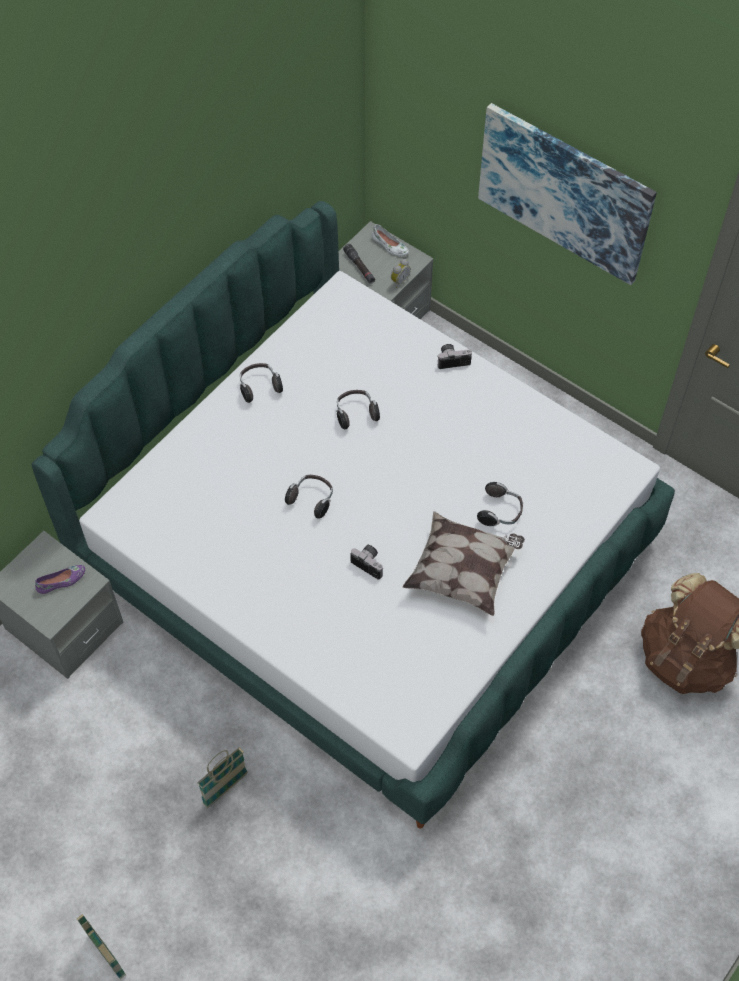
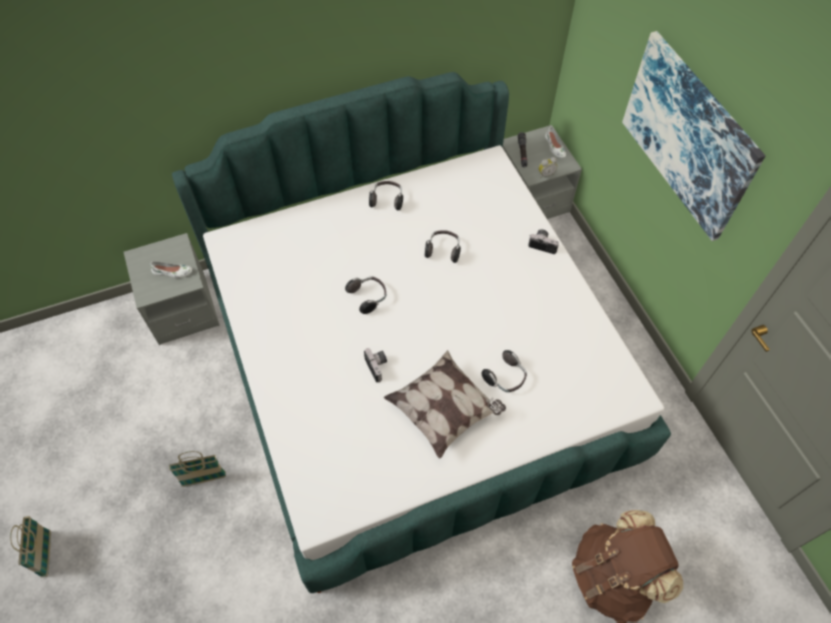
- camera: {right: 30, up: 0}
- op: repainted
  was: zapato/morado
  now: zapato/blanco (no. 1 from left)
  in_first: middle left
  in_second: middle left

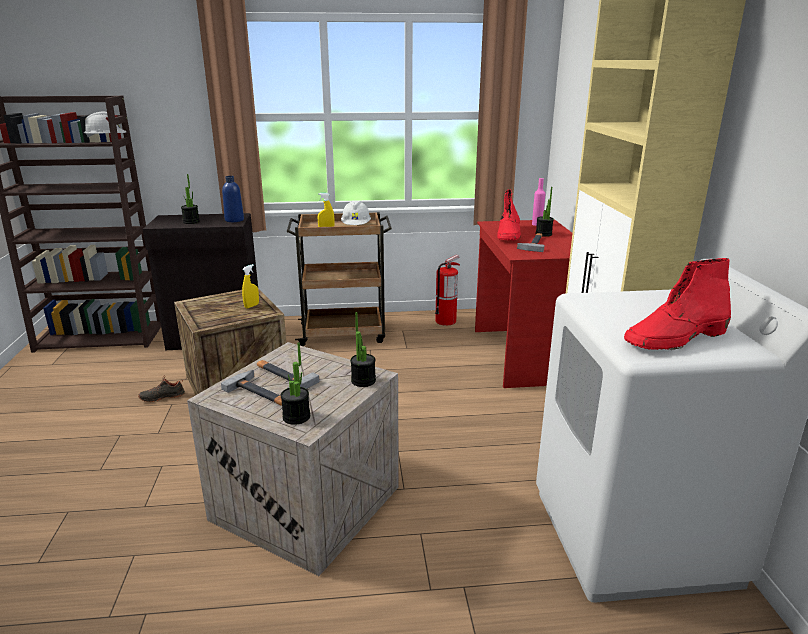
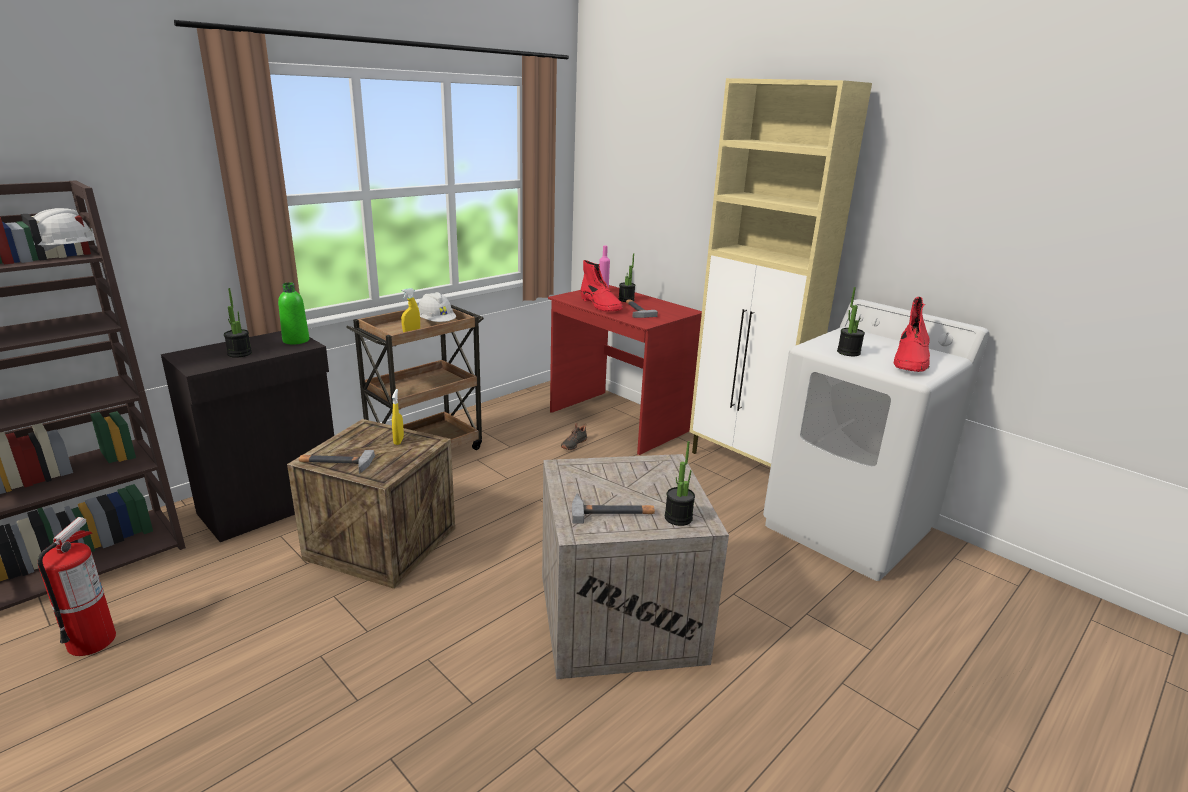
- camera: {right: -40, up: 0}
- op: shifted
  was: zapato/negro
  in_first: middle left
  in_second: centre
- op: shifted
  was: martillo (no. 2 from left in the first image)
  now: martillo (no. 1 from left)
  in_first: centre
  in_second: middle left
- op: shifted
  was: planta en maceta (no. 3 from left in the first image)
  now: planta en maceta (no. 4 from left)
  in_first: centre
  in_second: middle right
- op: shifted
  was: extintor
  in_first: centre
  in_second: bottom left
- op: repainted
  was: botella/azul
  now: botella/verde
  in_first: top left
  in_second: middle left

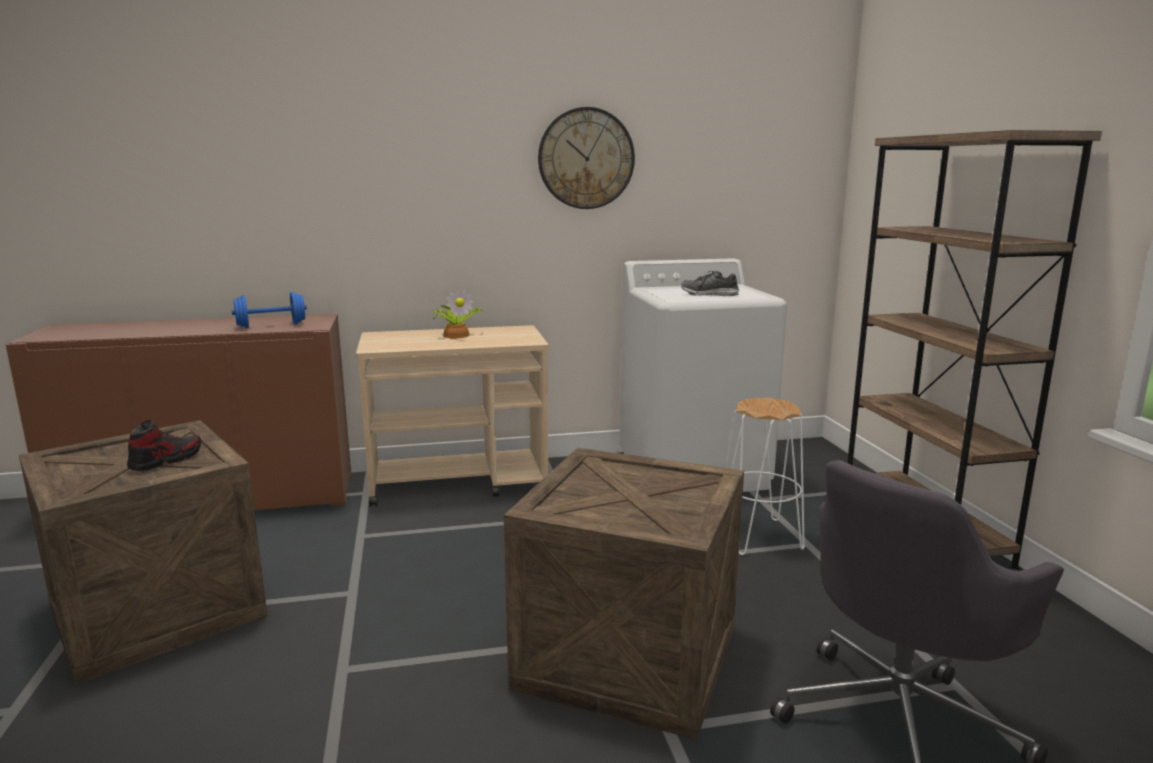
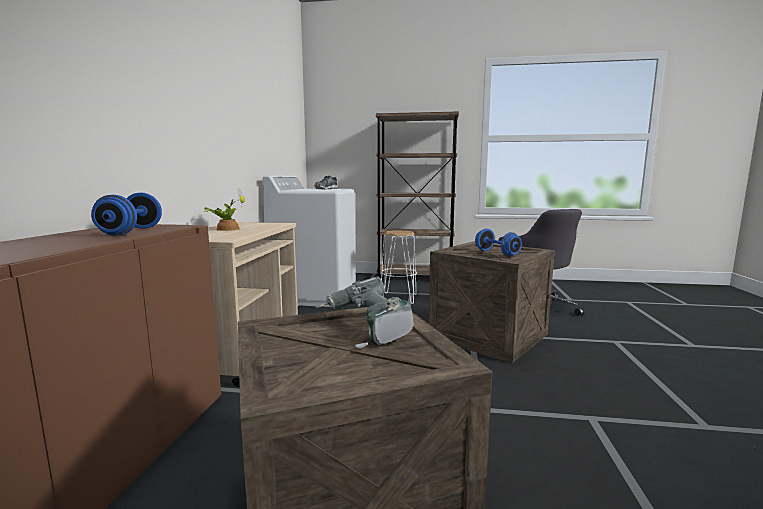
- camera: {right: -70, up: -5}
- op: gone
  was: reloj de pared
  in_first: top centre
- op: new
  now: mancuerna/azul (no. 2 from left)
  in_second: centre
- op: swapped
  was: zapato (no. 1 from left)
  now: taladro
  in_first: middle left
  in_second: centre

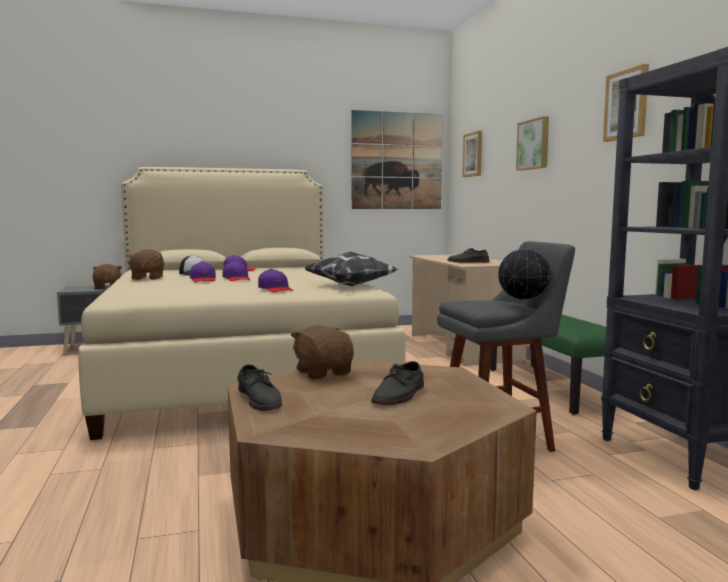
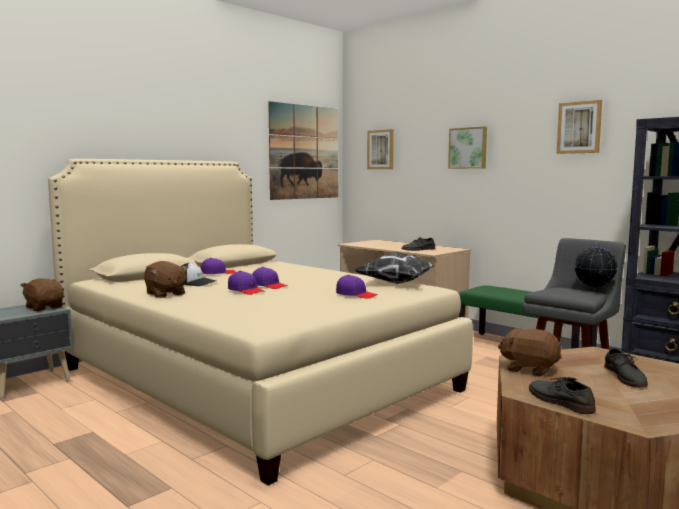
- camera: {right: -30, up: 0}
- op: rotated
  was: zapato/gris (no. 1 from left in the first image)
  in_first: centre
  in_second: bottom right
  clockwise: -150

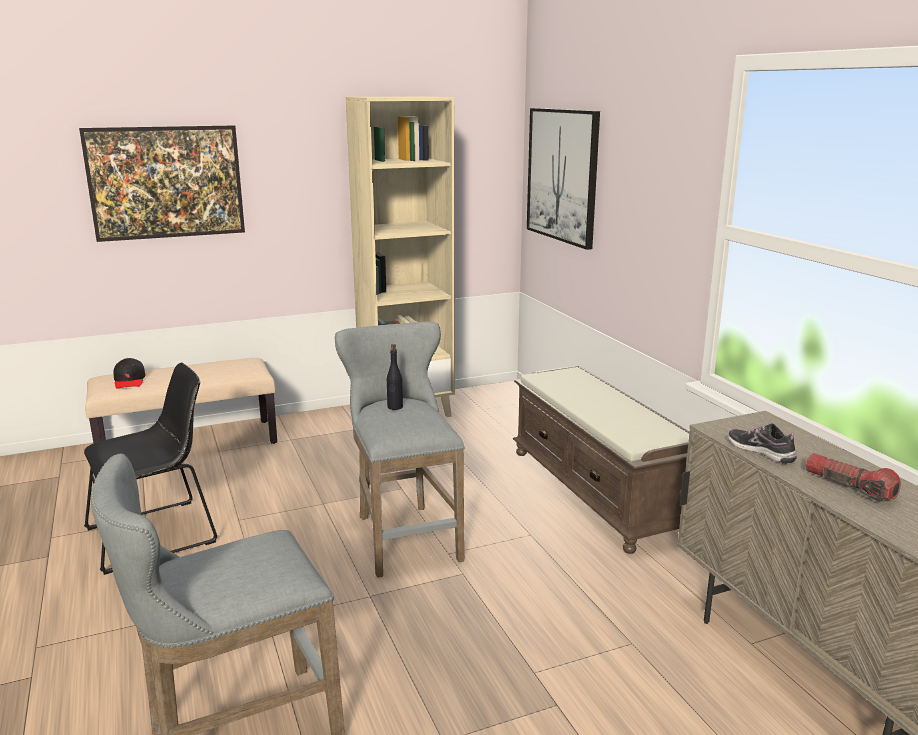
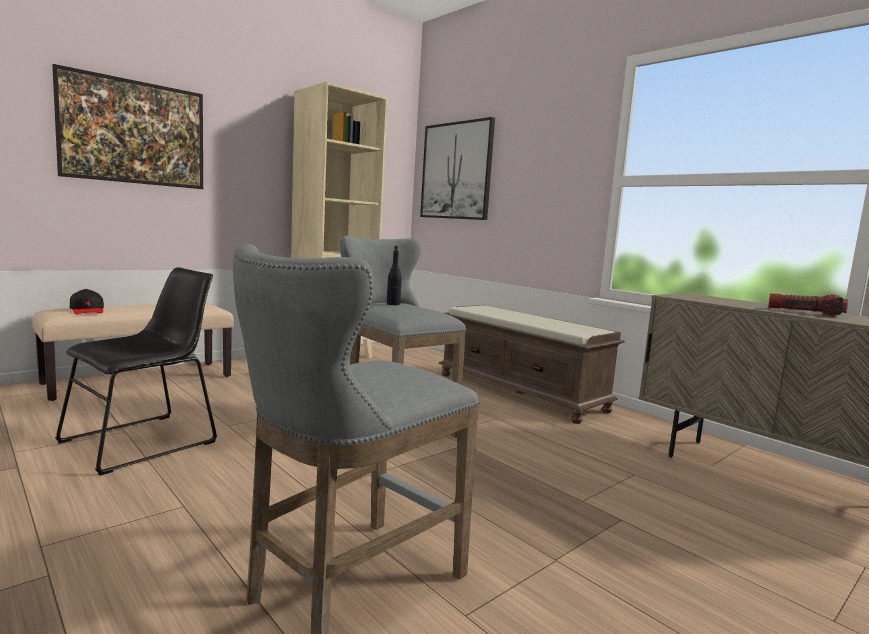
- camera: {right: -20, up: -10}
- op: gone
  was: zapato
  in_first: middle right

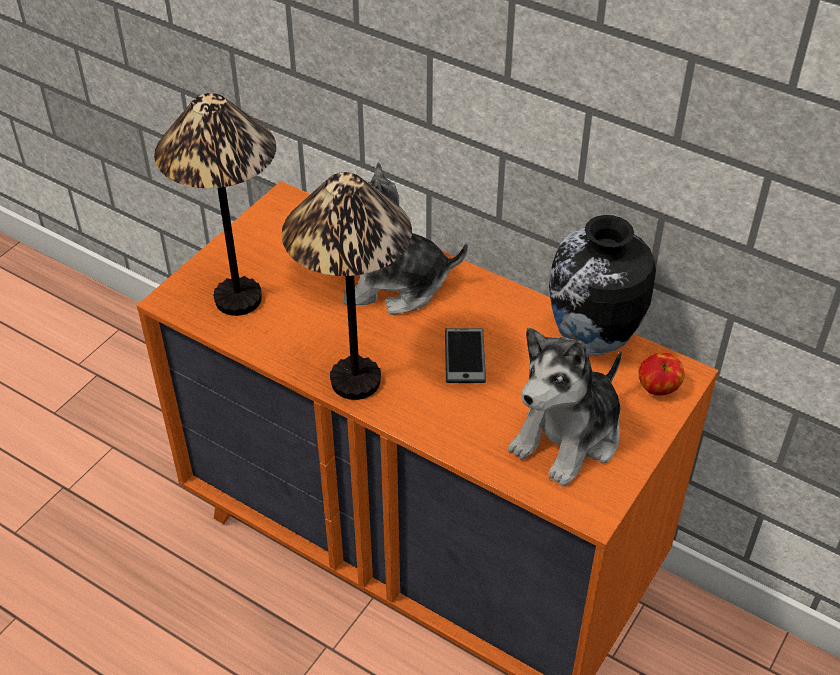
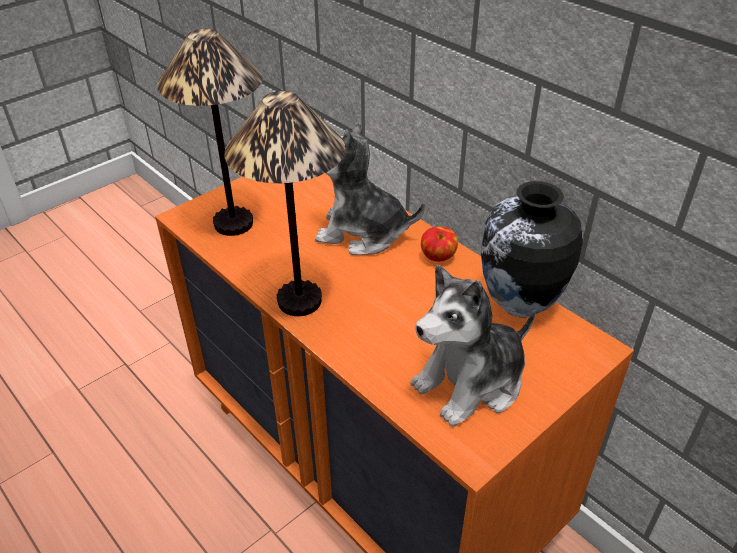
- camera: {right: 15, up: -5}
- op: gone
  was: móvil
  in_first: centre
- op: shifted
  was: manzana
  in_first: middle right
  in_second: centre

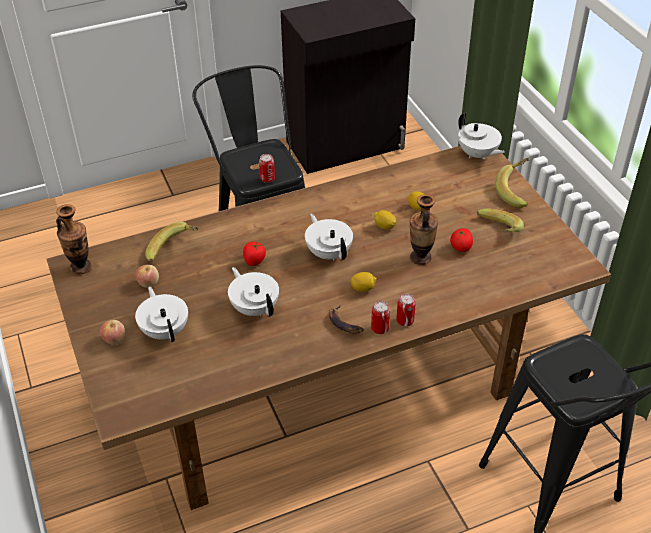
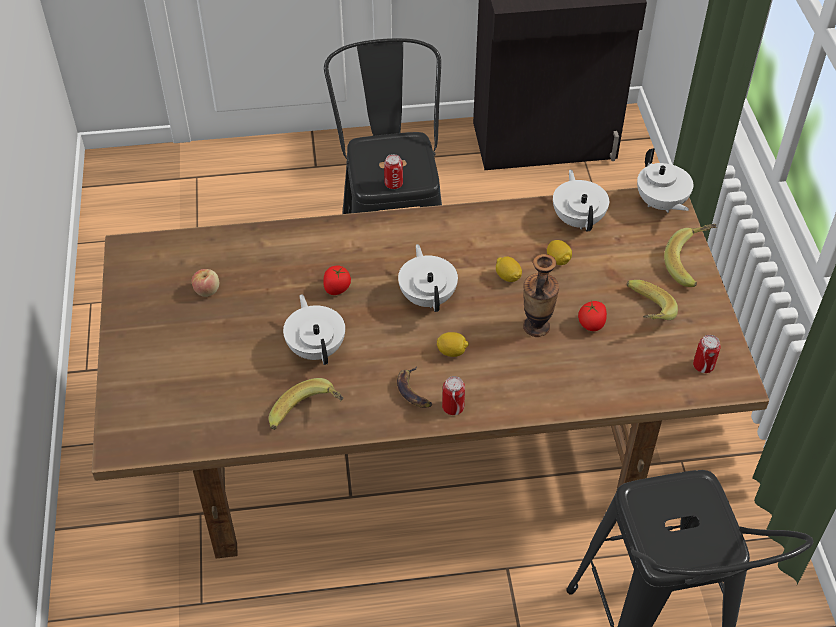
- camera: {right: 15, up: 5}
- op: gone
  was: florero (no. 1 from left)
  in_first: middle left
- op: gone
  was: manzana (no. 1 from left)
  in_first: middle left
- op: shifted
  was: tetera/blanco (no. 1 from left in the first image)
  now: tetera/blanco (no. 3 from left)
  in_first: middle left
  in_second: top right
- op: shifted
  was: plátano (no. 1 from left)
  in_first: middle left
  in_second: centre
- op: shifted
  was: lata (no. 3 from left)
  in_first: centre
  in_second: middle right

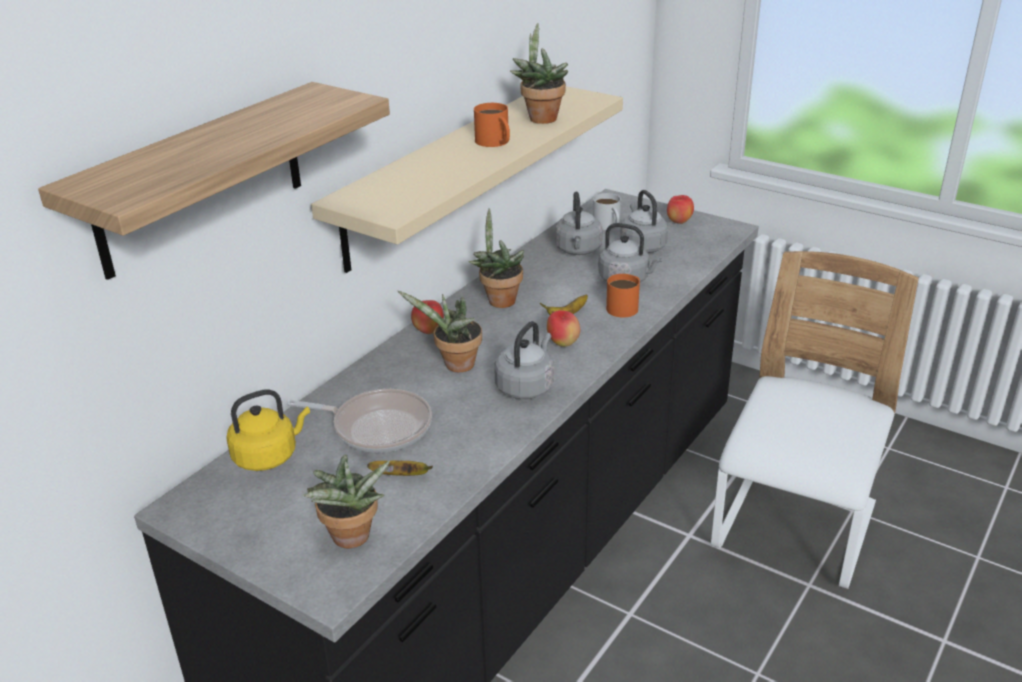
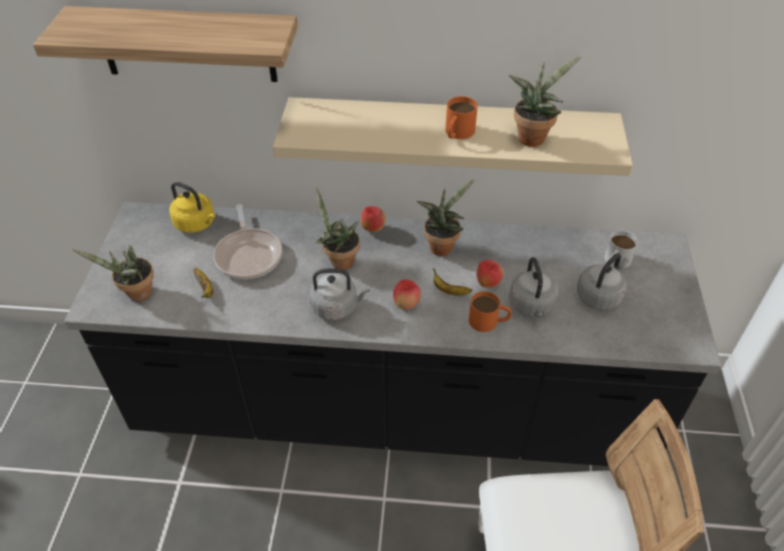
- camera: {right: 60, up: 15}
- op: gone
  was: hervidor/gris (no. 2 from left)
  in_first: top centre
- op: shifted
  was: manzana (no. 3 from left)
  in_first: top centre
  in_second: centre

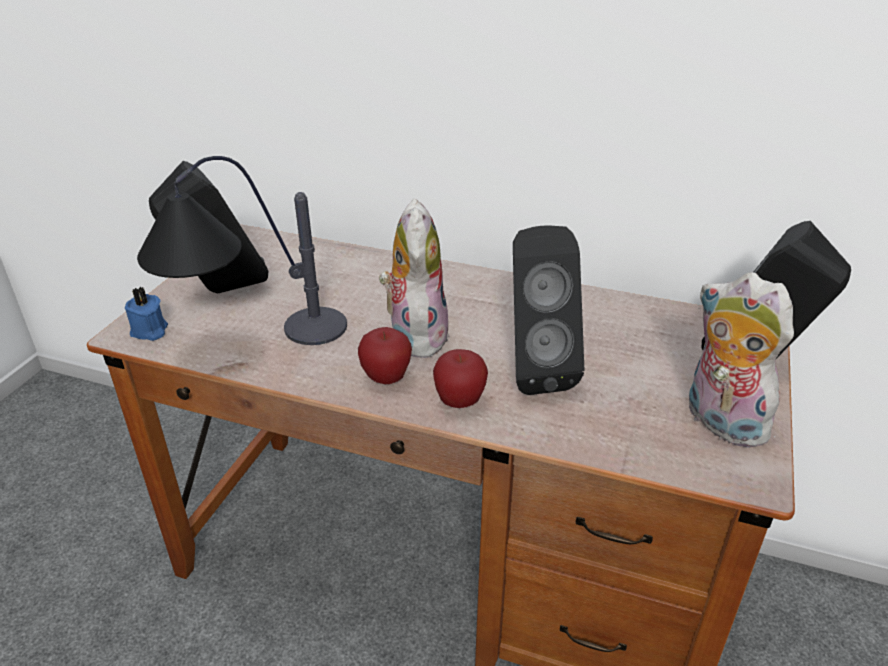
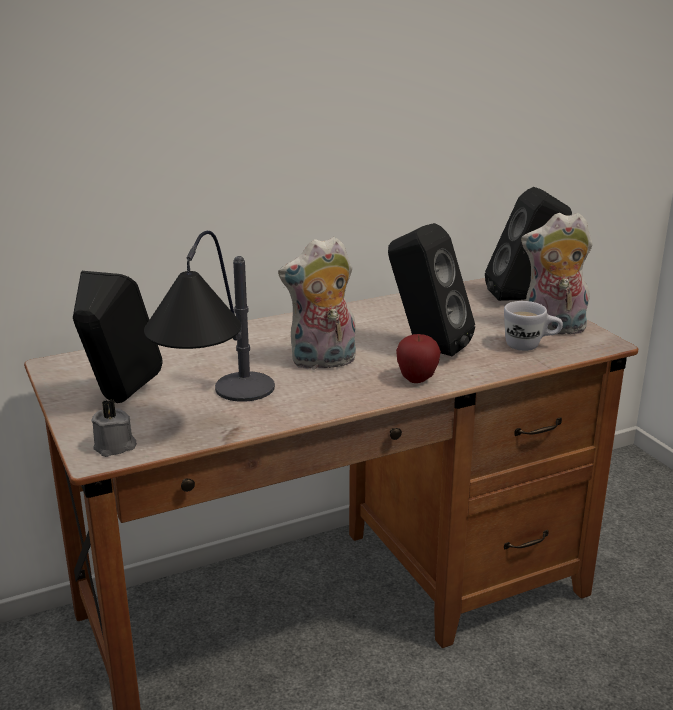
- camera: {right: -45, up: -10}
- op: gone
  was: manzana (no. 1 from left)
  in_first: centre
- op: new
  now: taza grande/blanco
  in_second: middle right
- op: repainted
  was: vela/azul
  now: vela/gris
  in_first: middle left
  in_second: middle left
- op: rotated
  was: peluche (no. 1 from left)
  in_first: centre
  in_second: centre
  clockwise: -60

